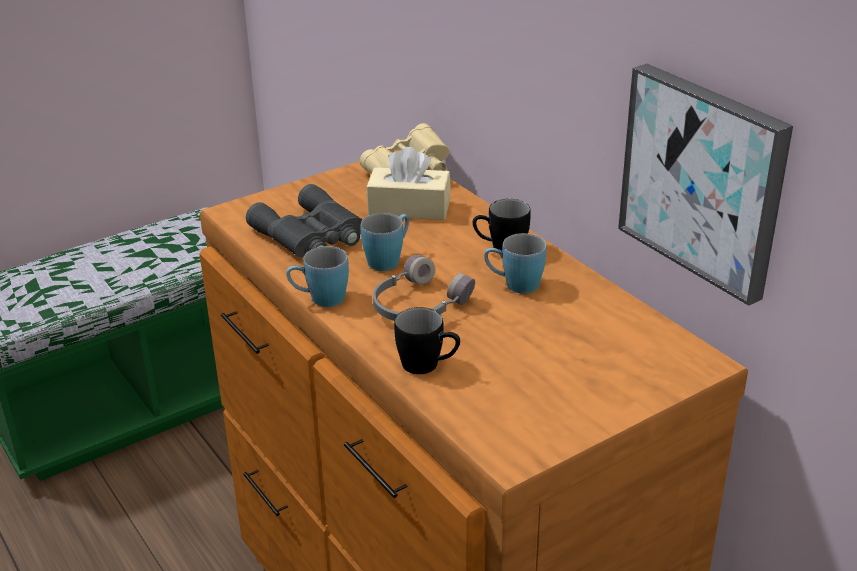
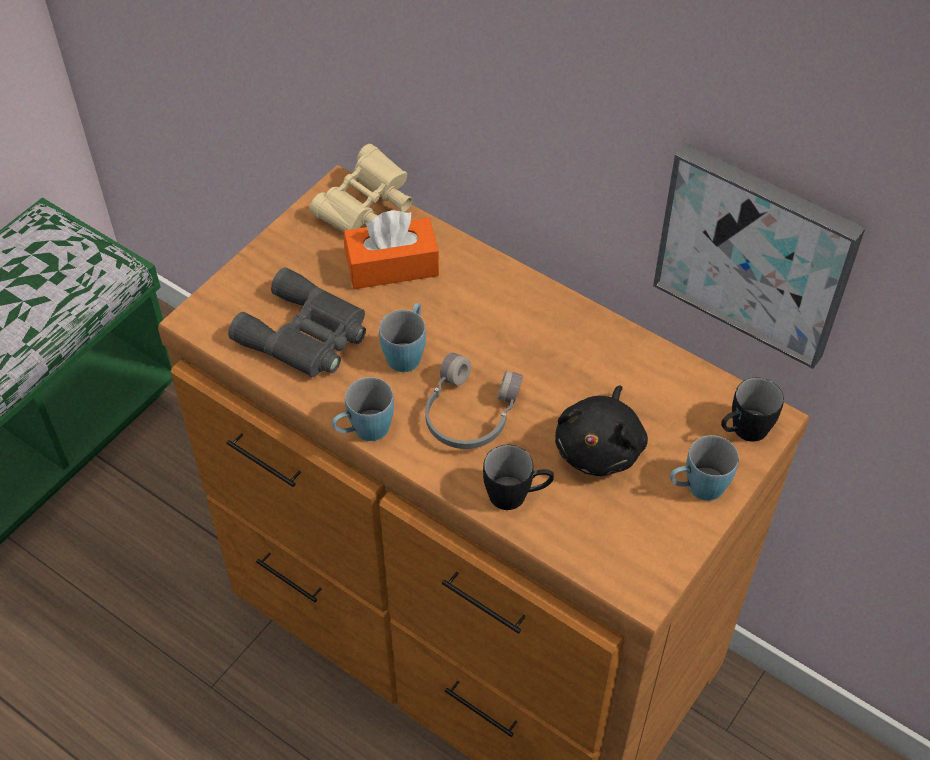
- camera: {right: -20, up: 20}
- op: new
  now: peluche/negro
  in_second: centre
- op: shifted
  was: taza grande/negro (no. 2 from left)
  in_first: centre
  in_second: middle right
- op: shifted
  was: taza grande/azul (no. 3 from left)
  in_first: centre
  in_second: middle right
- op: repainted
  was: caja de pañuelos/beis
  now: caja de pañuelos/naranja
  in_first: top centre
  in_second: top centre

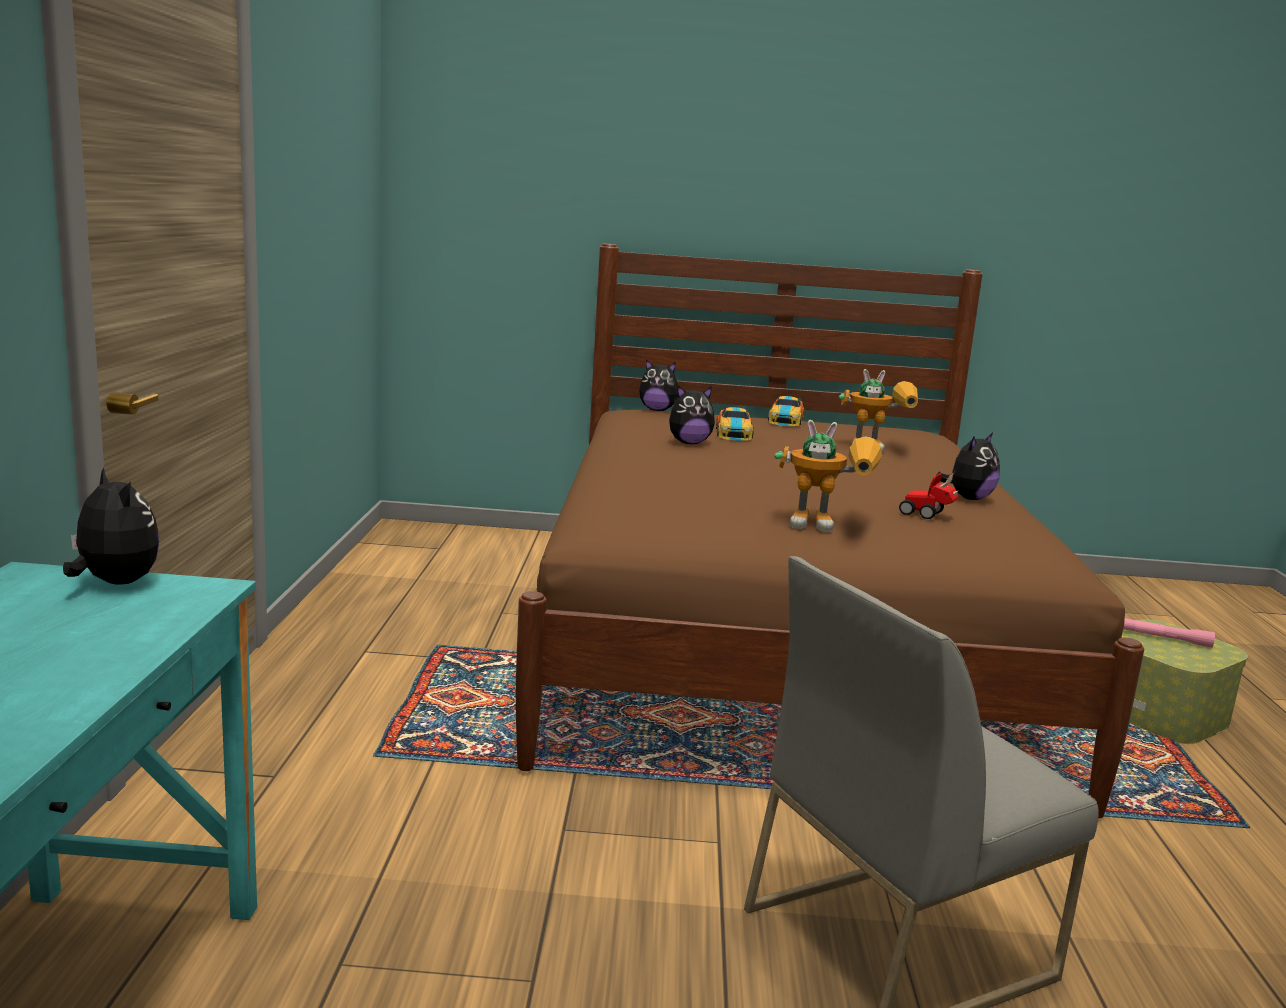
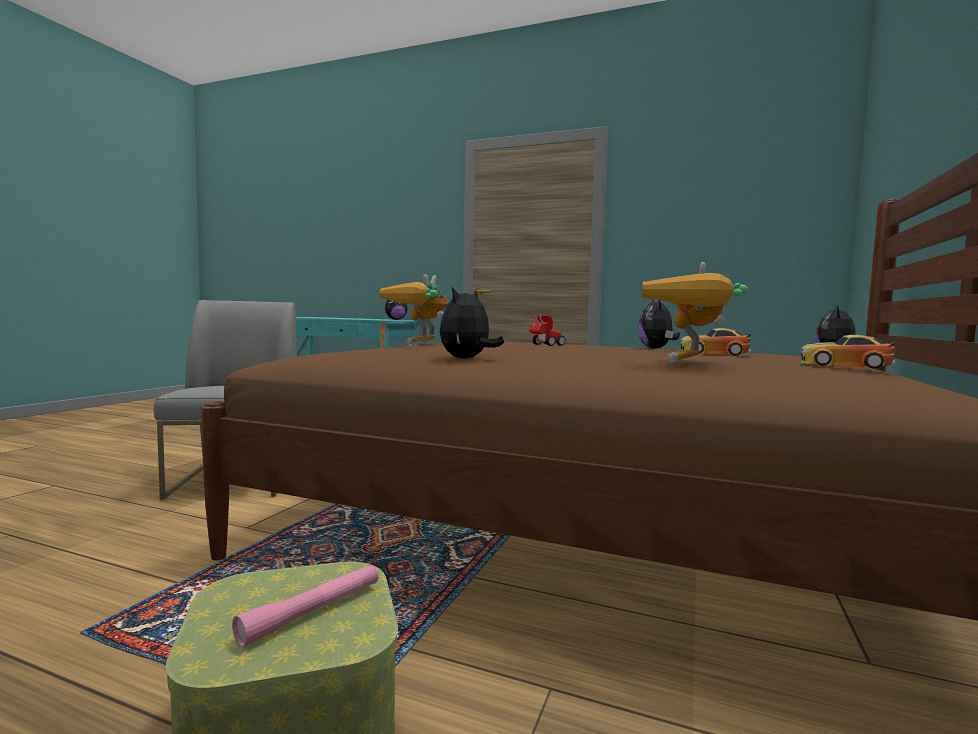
- camera: {right: 110, up: -10}
- op: shifted
  was: coche de juguete (no. 3 from left in the first image)
  now: coche de juguete (no. 1 from left)
  in_first: middle right
  in_second: centre
- op: rotated
  was: peluche (no. 4 from left in the first image)
  in_first: middle right
  in_second: centre
  clockwise: 60

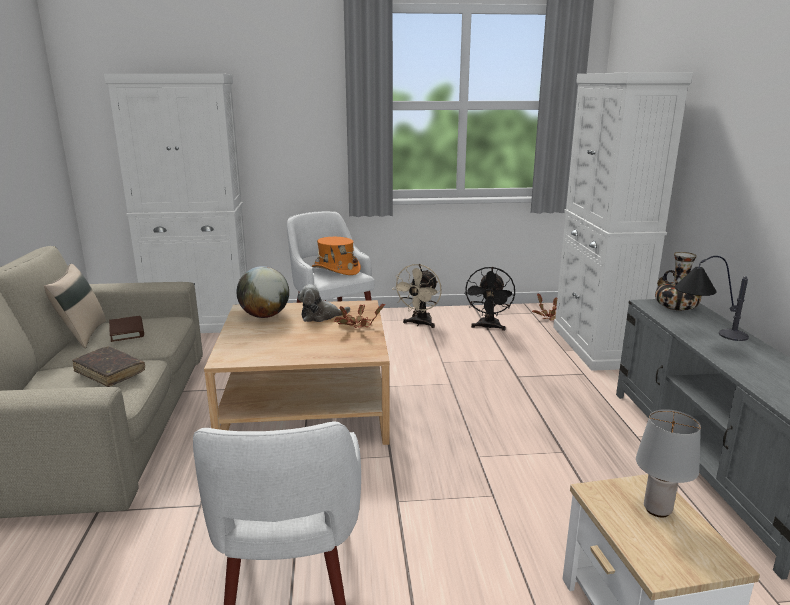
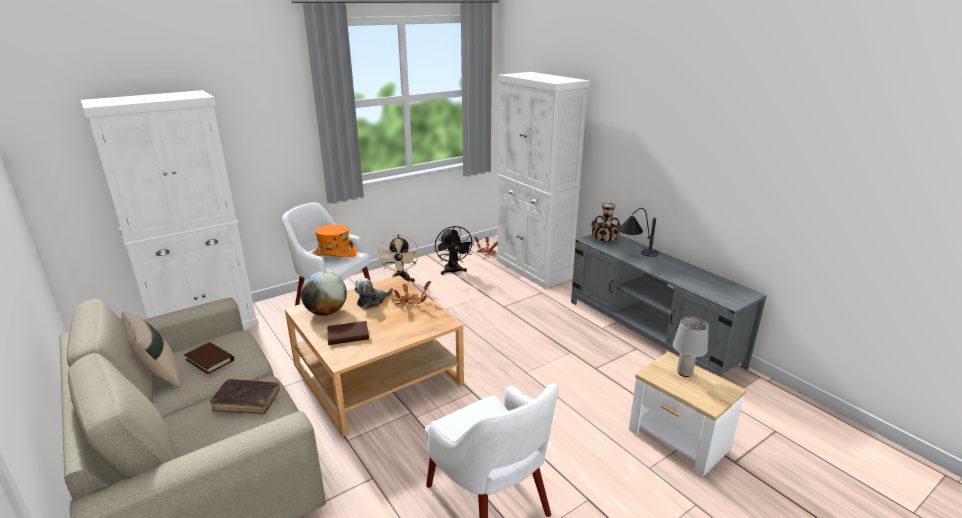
- camera: {right: -30, up: 5}
- op: new
  now: libro/marrón (no. 3 from left)
  in_second: centre

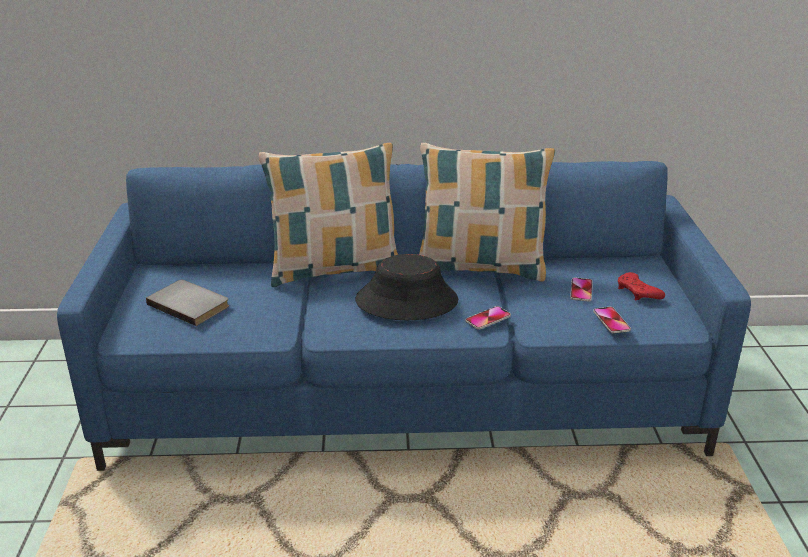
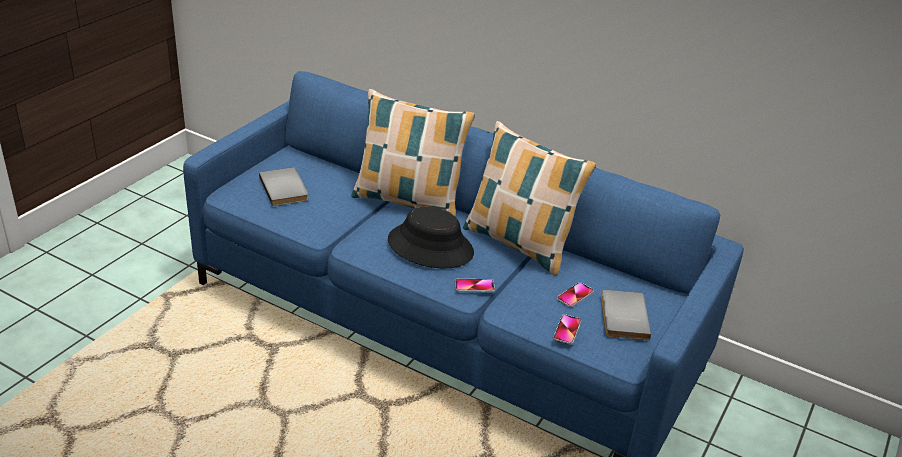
- camera: {right: 30, up: 5}
- op: swapped
  was: mando de consola/rojo
  now: libro/gris (no. 2 from left)
  in_first: middle right
  in_second: bottom right

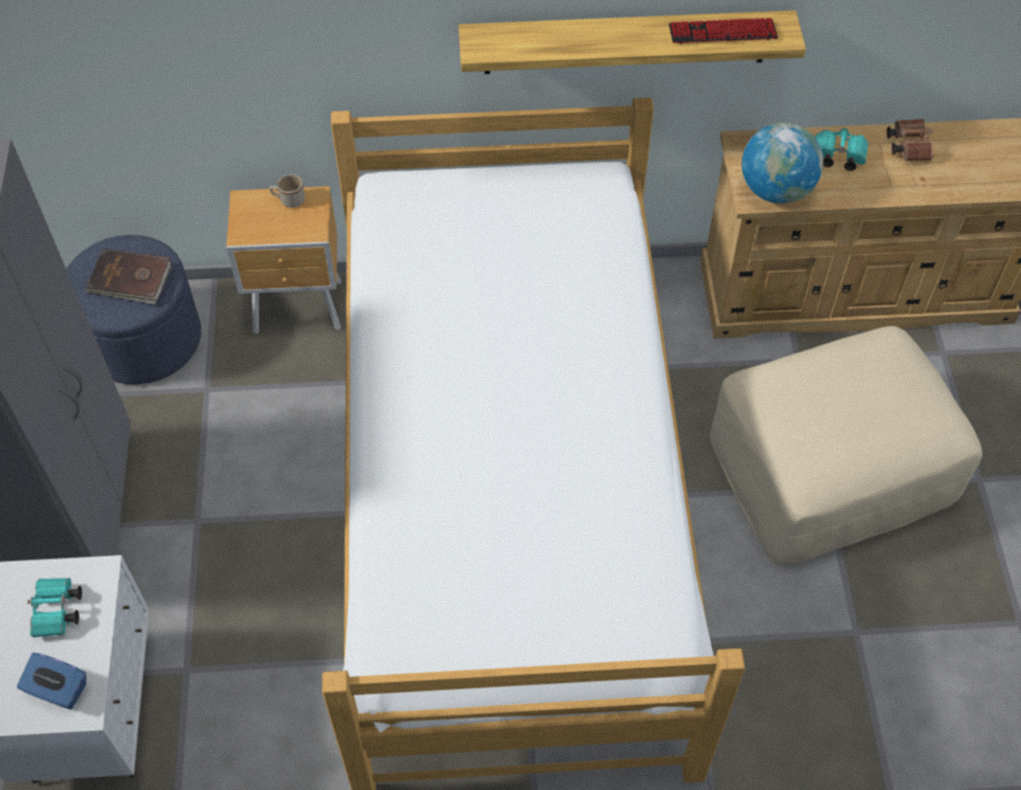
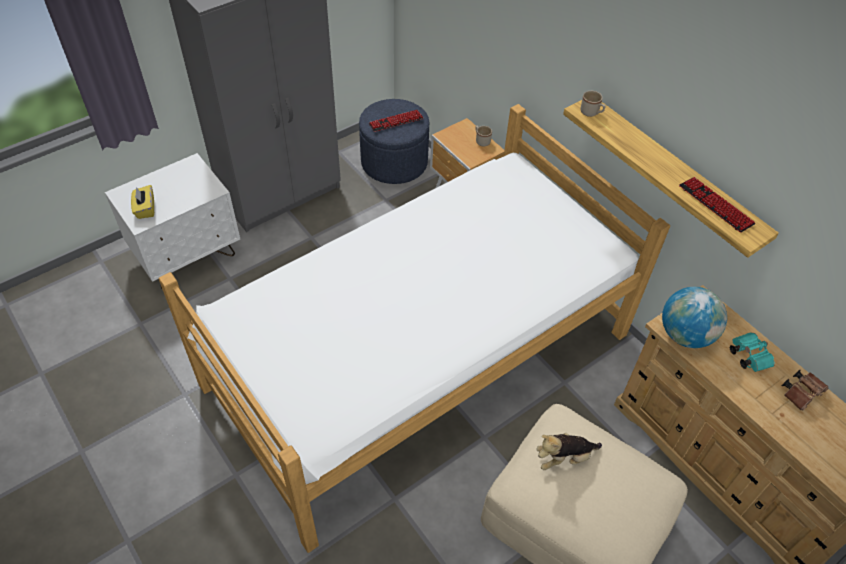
- camera: {right: 55, up: -5}
- op: gone
  was: prismáticos/turquesa (no. 1 from left)
  in_first: bottom left
- op: new
  now: peluche
  in_second: bottom right
- op: new
  now: taza grande/beis (no. 2 from left)
  in_second: top right
- op: swapped
  was: libro/marrón
  now: teclado (no. 1 from left)
  in_first: middle left
  in_second: top centre
- op: repainted
  was: caja de pañuelos/azul
  now: caja de pañuelos/amarillo
  in_first: bottom left
  in_second: middle left

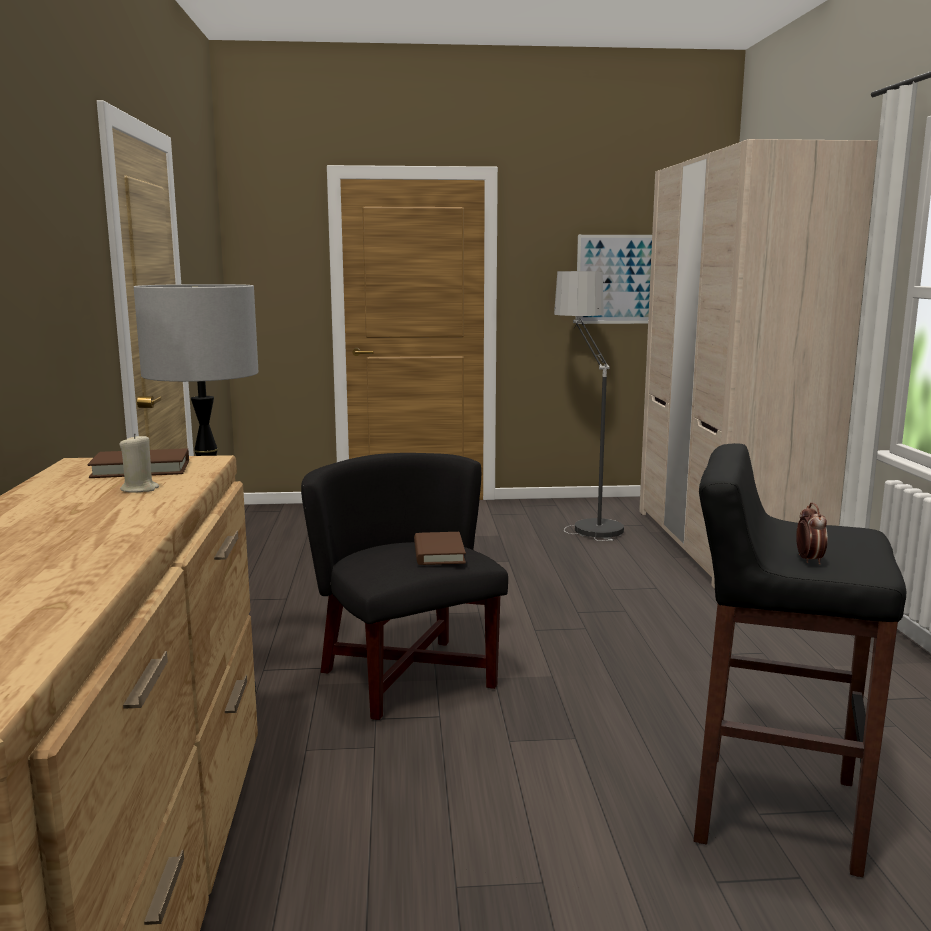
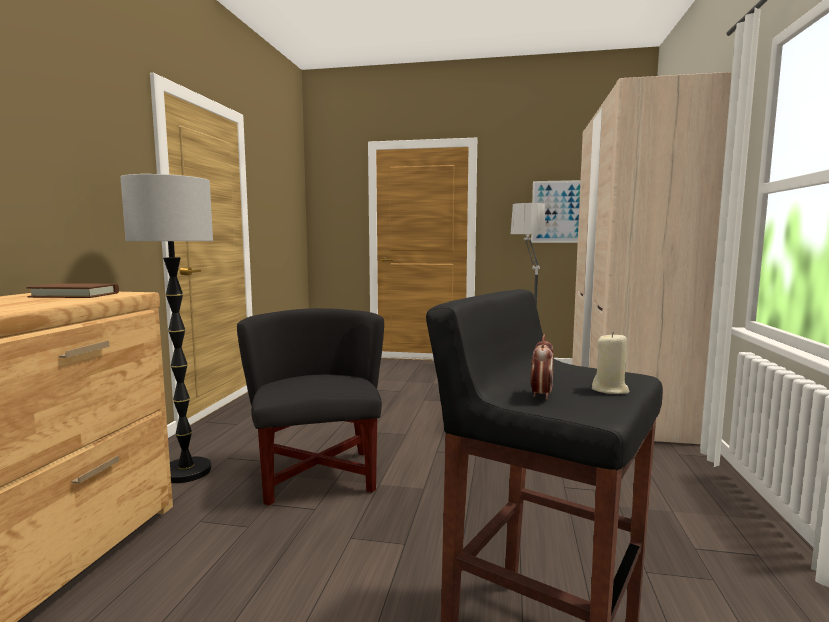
- camera: {right: 15, up: -5}
- op: gone
  was: libro/marrón (no. 2 from left)
  in_first: centre
- op: shifted
  was: vela/beis
  in_first: middle left
  in_second: middle right

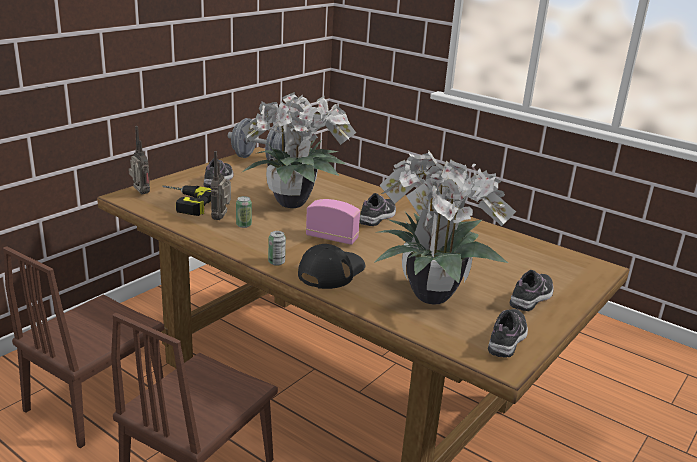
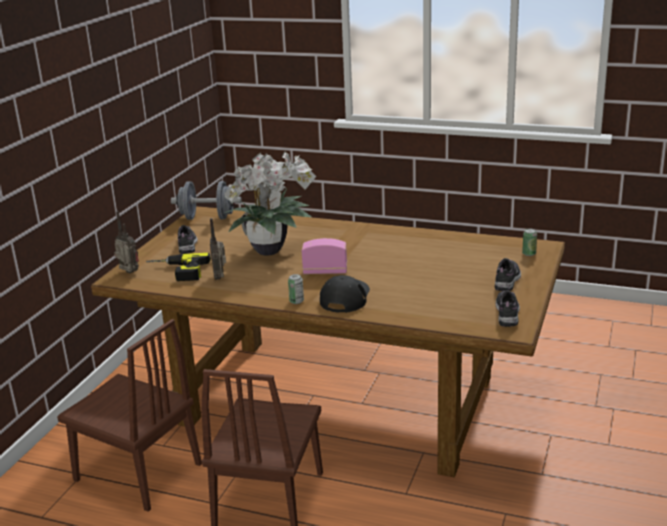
- camera: {right: -15, up: 0}
- op: gone
  was: zapato (no. 2 from left)
  in_first: centre
- op: gone
  was: planta en maceta (no. 2 from left)
  in_first: centre
- op: shifted
  was: lata (no. 1 from left in the first image)
  now: lata (no. 2 from left)
  in_first: centre
  in_second: middle right
- op: rotated
  was: silla/marrón (no. 1 from left)
  in_first: bottom left
  in_second: bottom left
  clockwise: -75

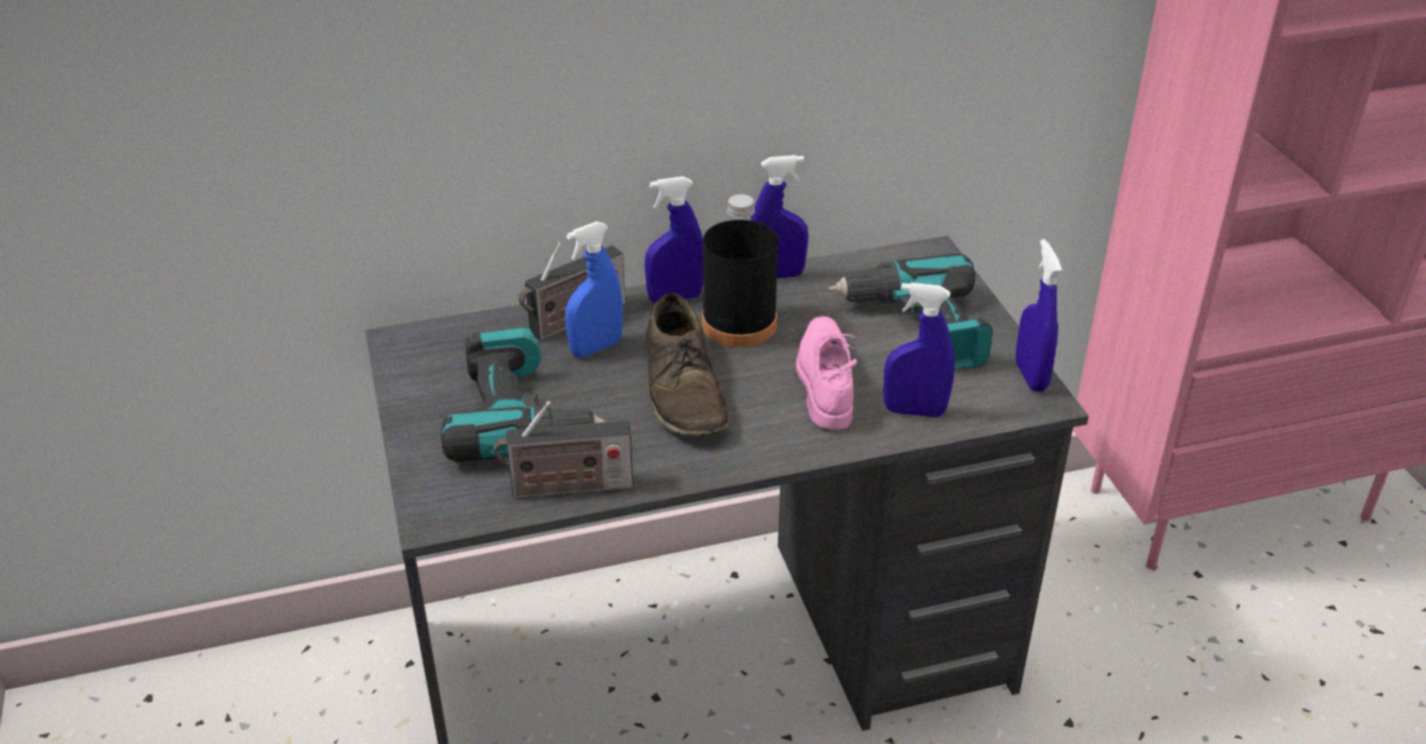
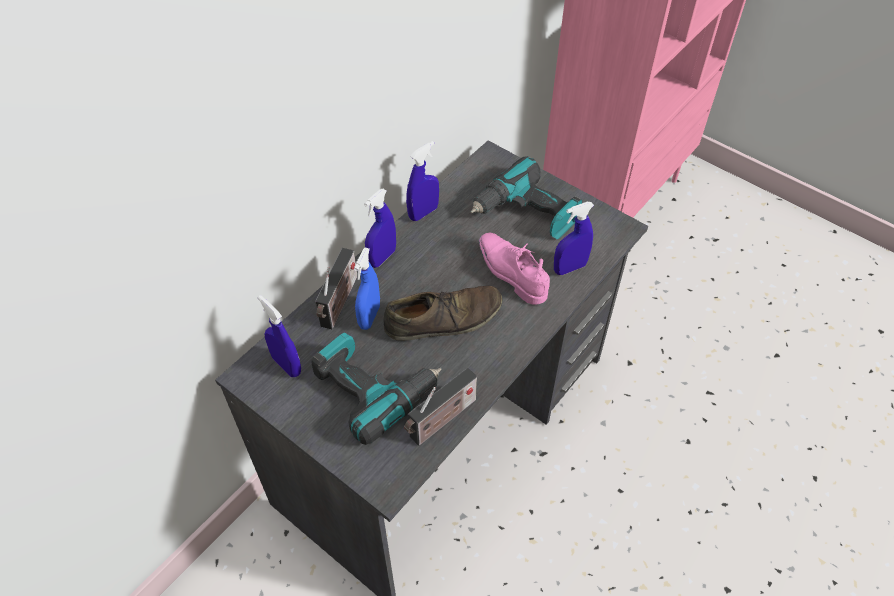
- camera: {right: -35, up: 15}
- op: gone
  was: botella/negro
  in_first: centre
- op: shifted
  was: pulverizador/azul (no. 5 from left in the first image)
  now: pulverizador/azul (no. 1 from left)
  in_first: middle right
  in_second: middle left
- op: rotated
  was: zapato/marrón
  in_first: centre
  in_second: centre
  clockwise: -60

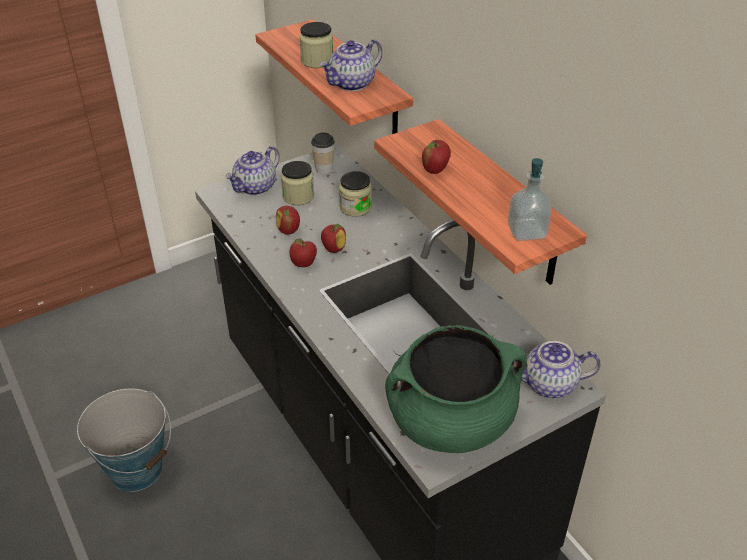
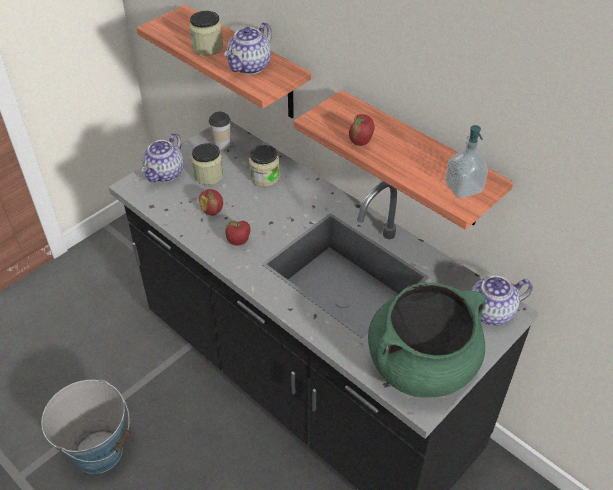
- camera: {right: -15, up: 5}
- op: gone
  was: manzana (no. 3 from left)
  in_first: centre

